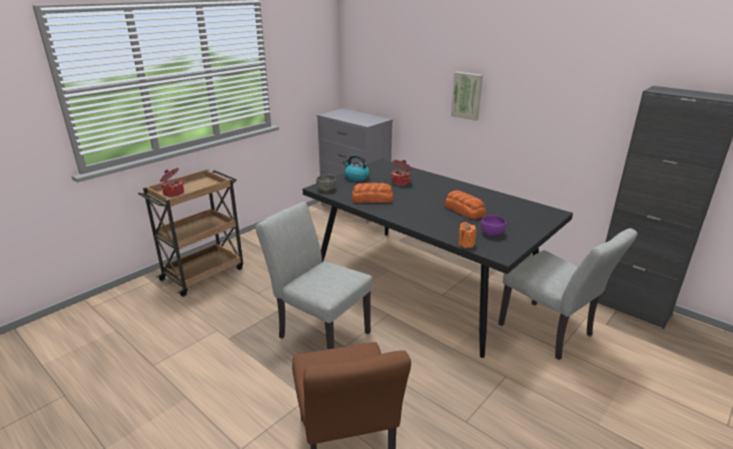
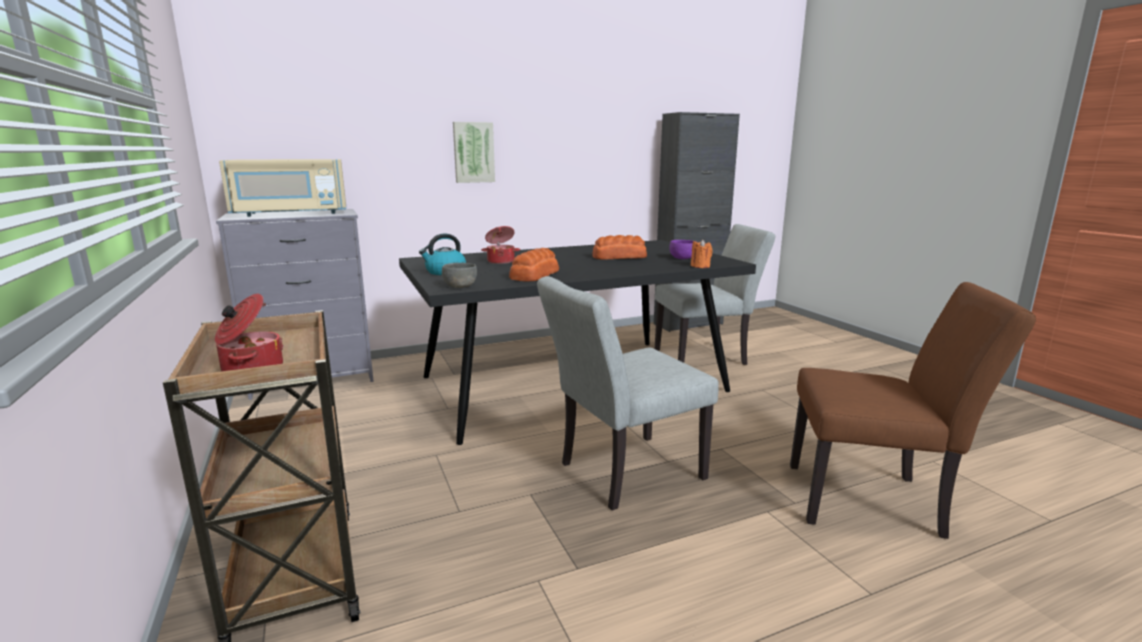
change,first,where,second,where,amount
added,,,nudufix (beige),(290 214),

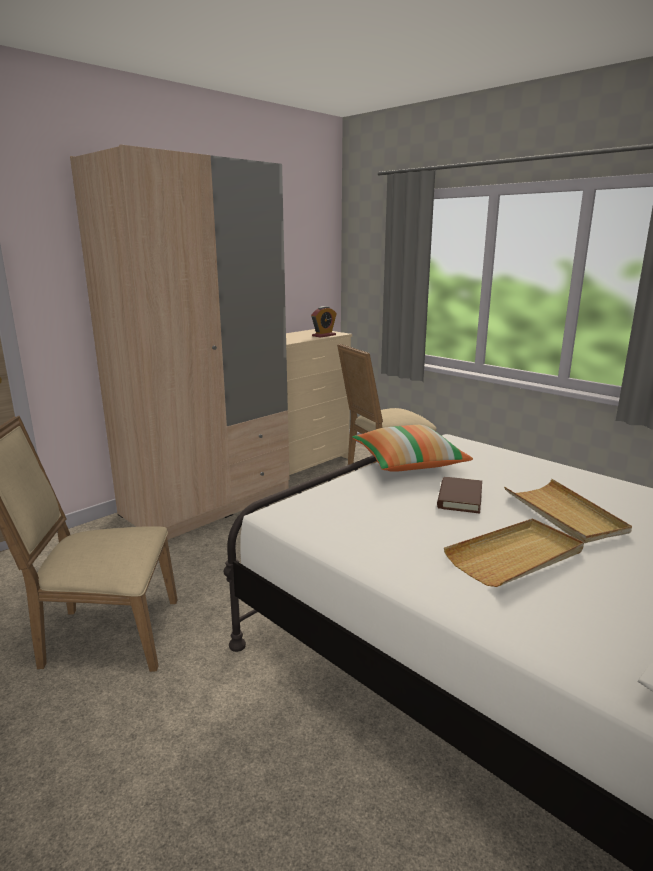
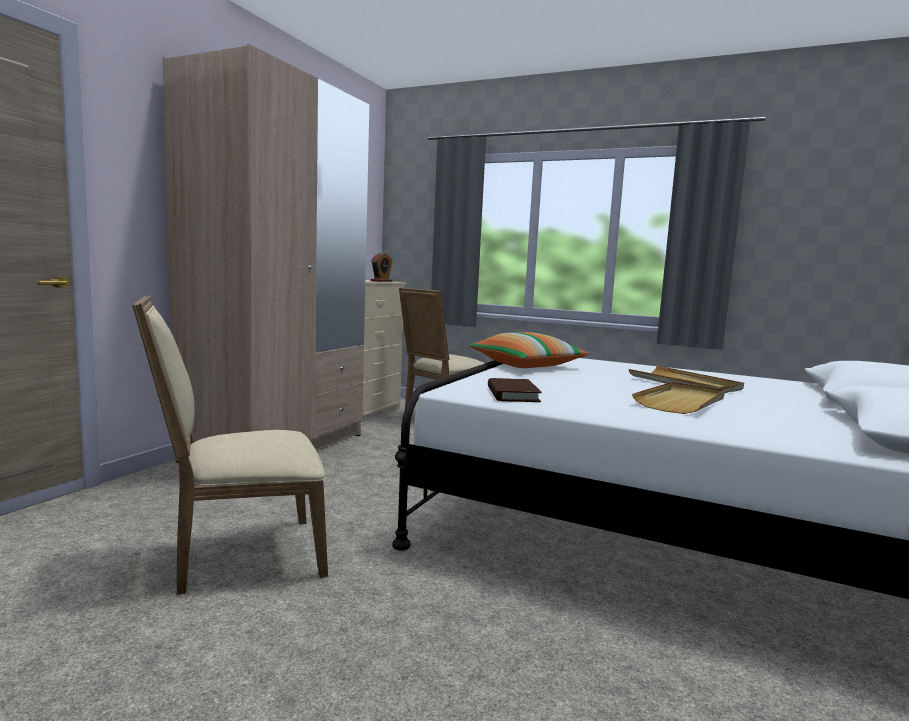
change,first,where,second,where,amount
moved,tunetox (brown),(459 498),,(512 394),

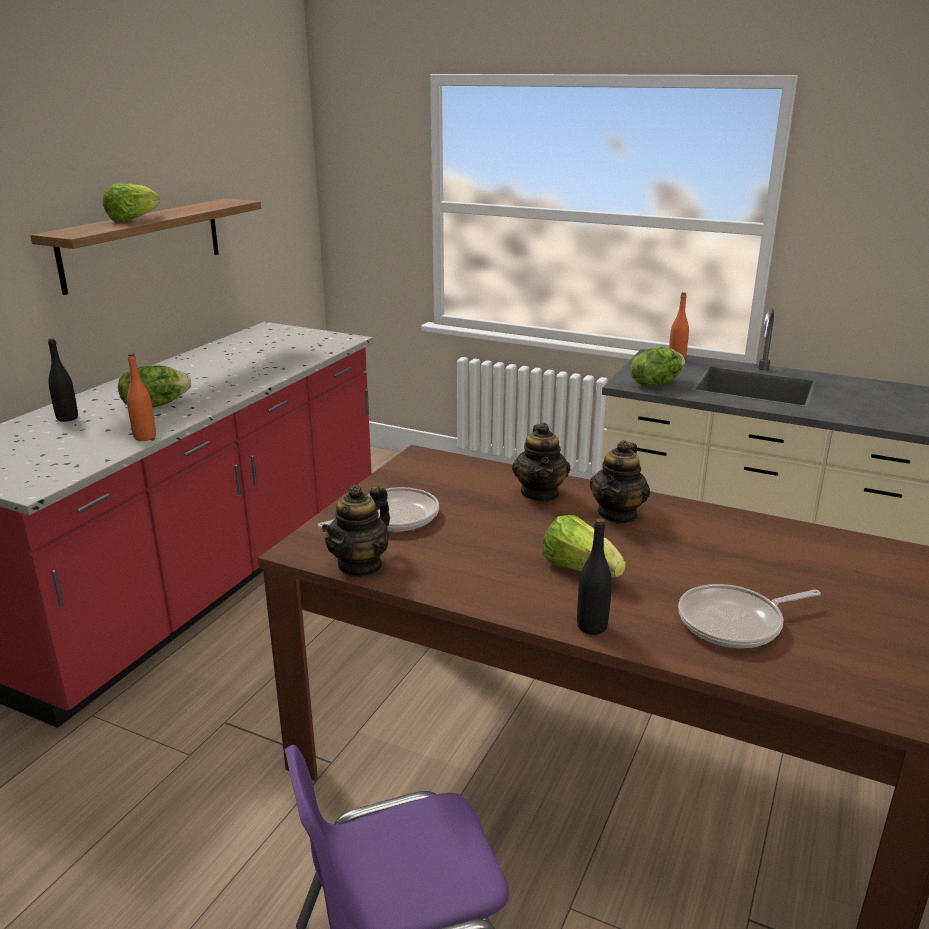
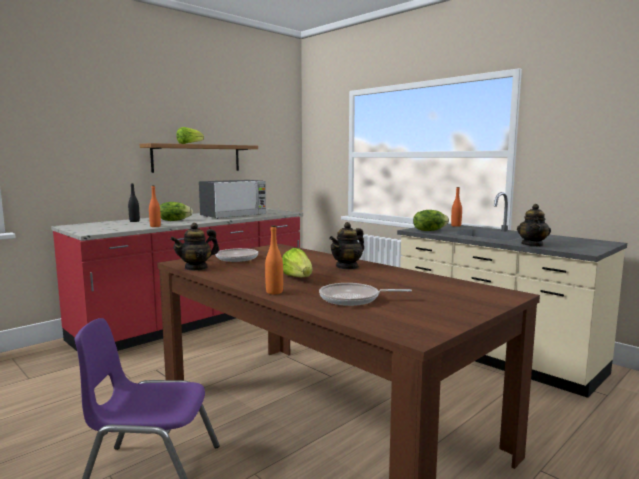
change,first,where,second,where,amount
added,,,nudufix,(234 215),
moved,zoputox,(540 493),,(532 245),
recoloured,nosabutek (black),(592 627),nosabutek (orange),(274 292),

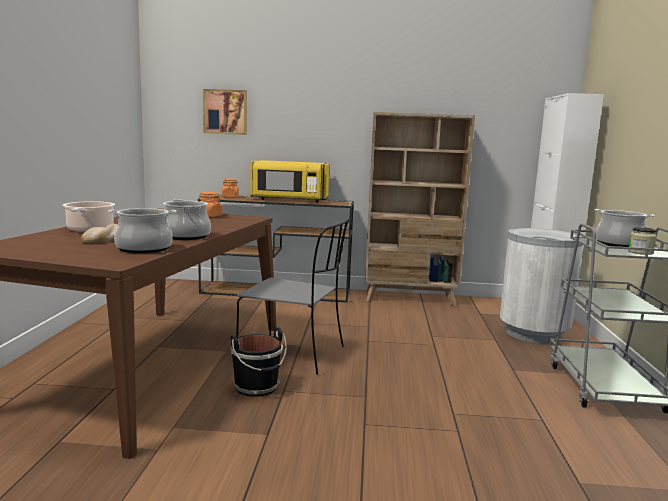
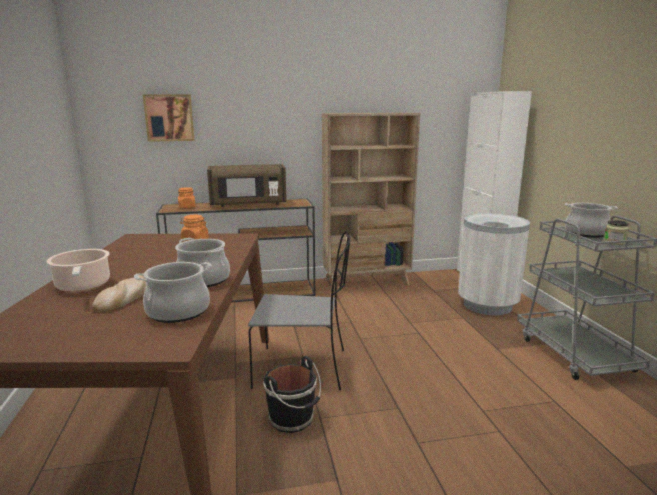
change,first,where,second,where,amount
recoloured,nudufix (yellow),(289 200),nudufix (brown),(248 204),

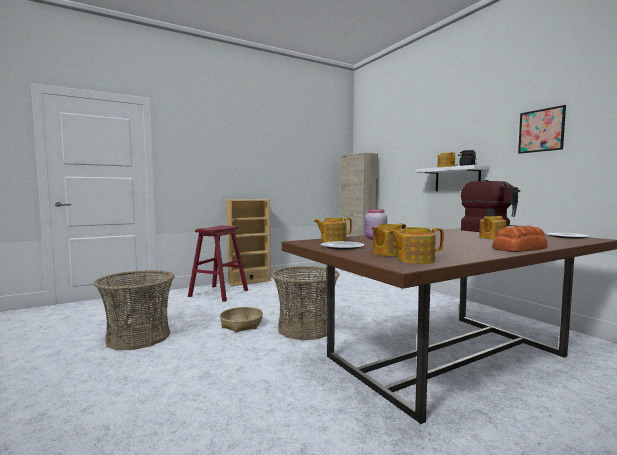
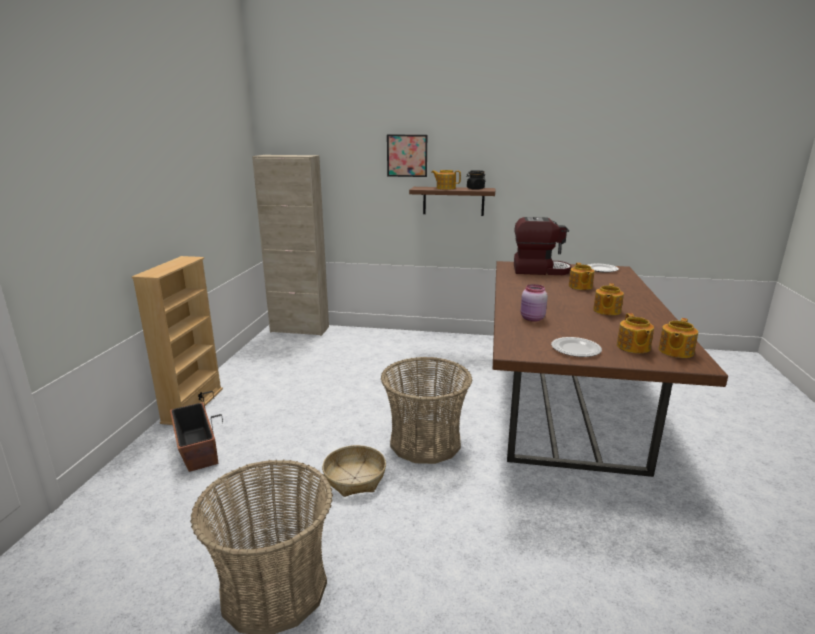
change,first,where,second,where,amount
removed,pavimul,(520 249),,,
moved,zoputox,(332 241),,(606 311),
moved,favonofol,(541 130),,(407 155),
replaced,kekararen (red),(218 293),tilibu,(197 449),
recoloured,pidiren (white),(457 179),pidiren (brown),(453 201),

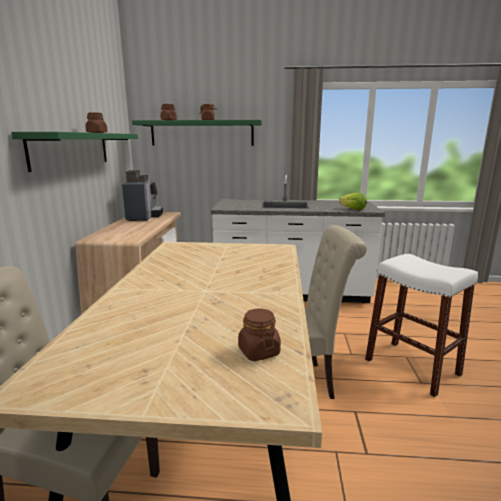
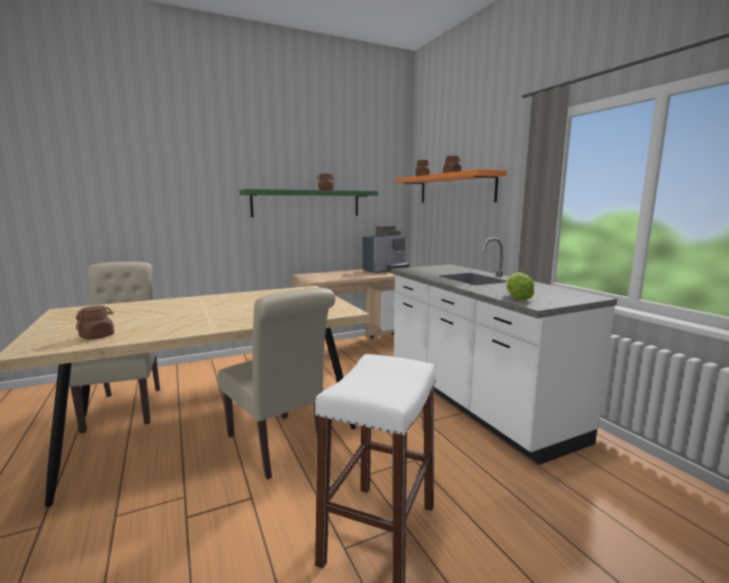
change,first,where,second,where,amount
recoloured,pidiren (green),(202 133),pidiren (orange),(455 189),

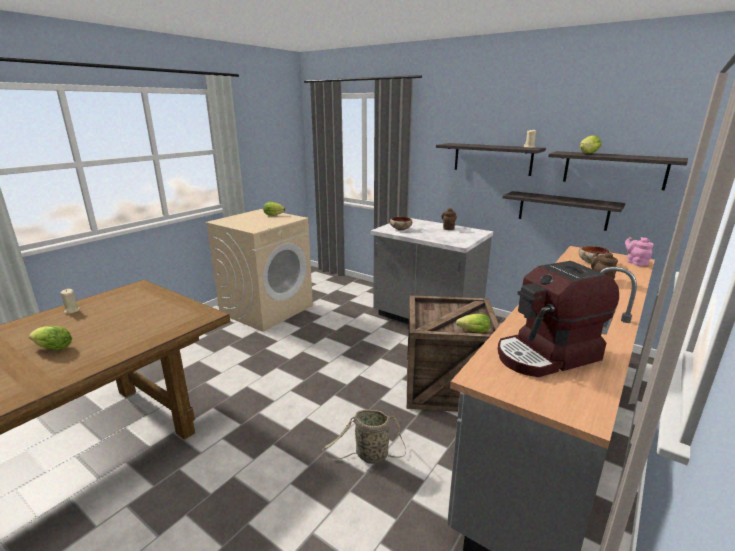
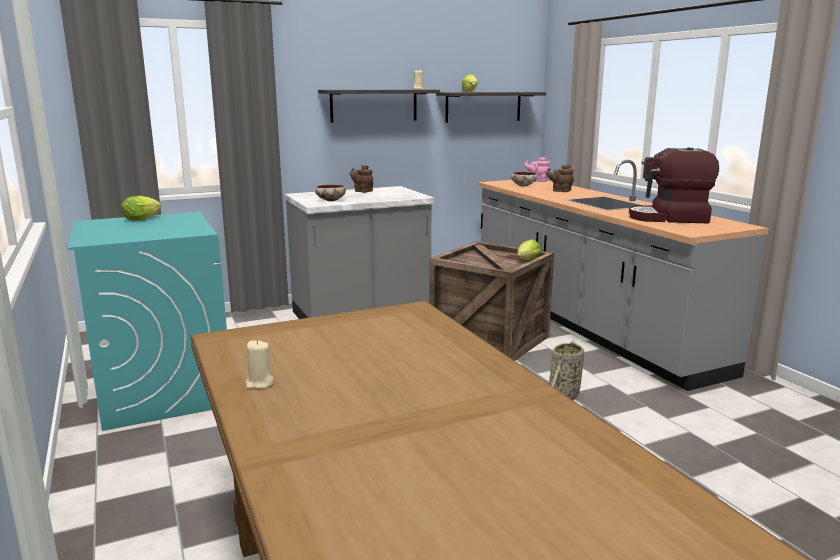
change,first,where,second,where,amount
removed,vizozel,(51 348),,,
removed,pidiren,(562 210),,,
recoloured,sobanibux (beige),(267 309),sobanibux (turquoise),(164 391),
turned,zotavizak,(547 355),,(669 218),90 degrees clockwise

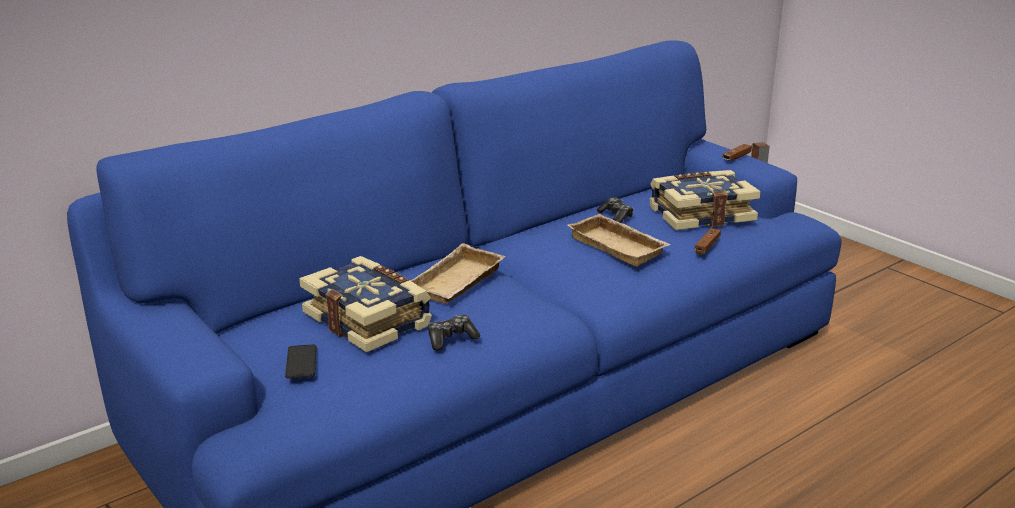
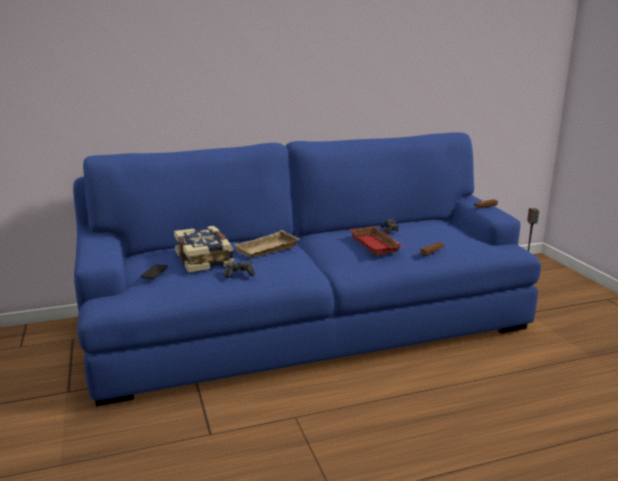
change,first,where,second,where,amount
removed,tunetox,(700 214),,,
recoloured,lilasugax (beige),(620 246),lilasugax (red),(377 244),

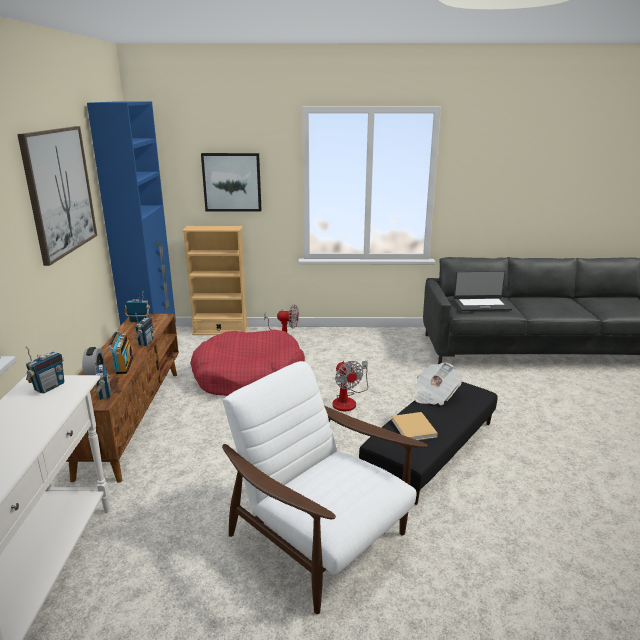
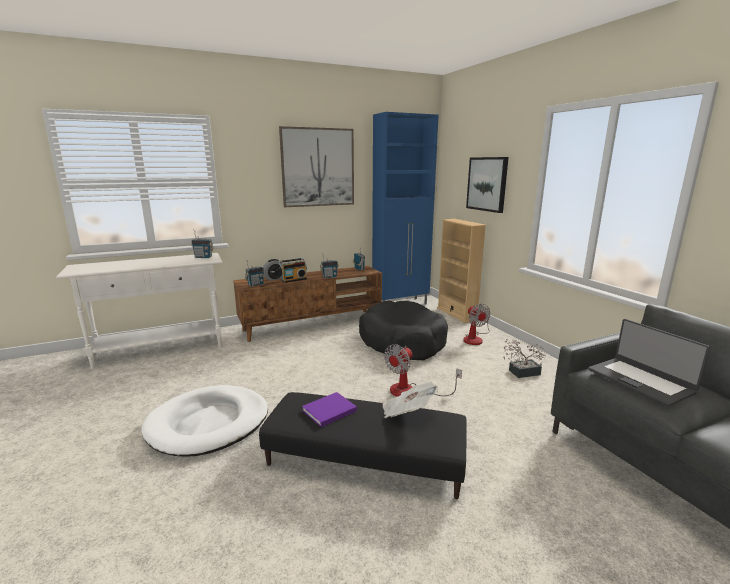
change,first,where,second,where,amount
added,,,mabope,(521 372),
replaced,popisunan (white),(320 539),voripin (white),(209 423),
recoloured,voripin (red),(249 376),voripin (black),(402 341),
recoloured,tunetox (beige),(414 429),tunetox (purple),(328 411),

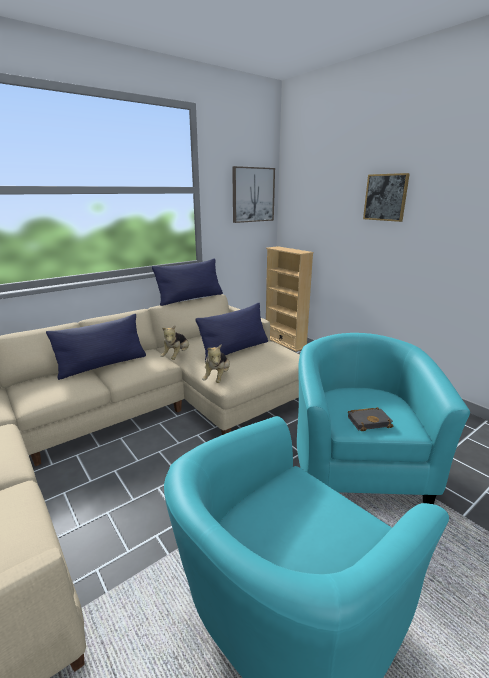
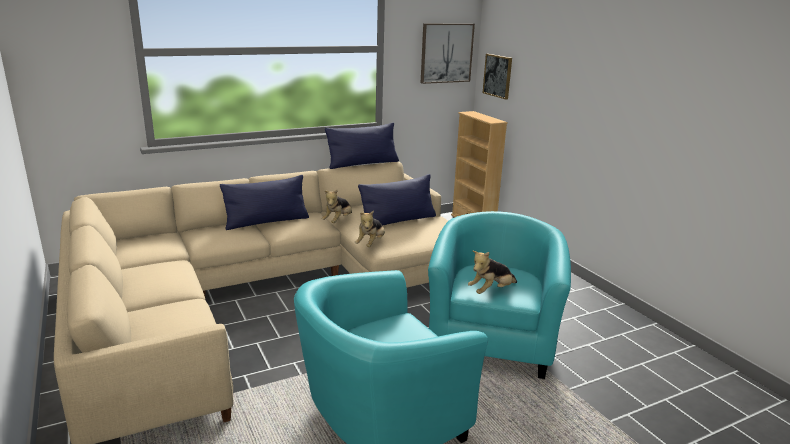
change,first,where,second,where,amount
moved,favonofol,(385 197),,(497 76),
replaced,tunetox (black),(369 421),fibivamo,(491 291),

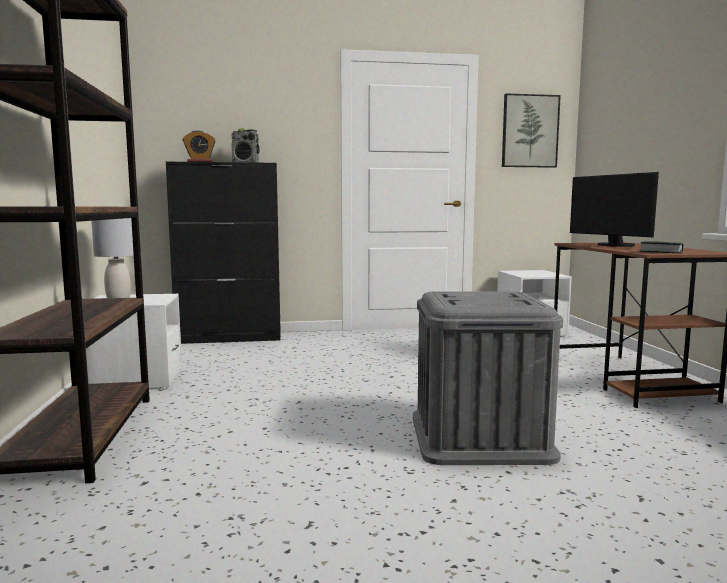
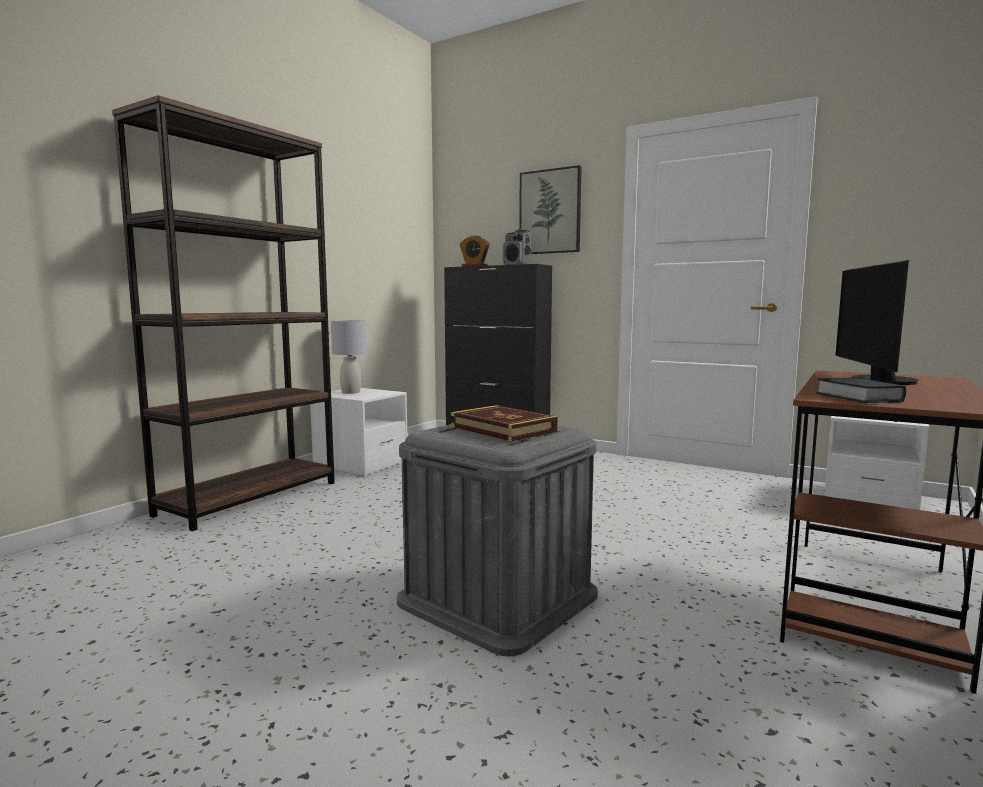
change,first,where,second,where,amount
added,,,tunetox,(503 429),
moved,favonofol,(529 131),,(550 212),

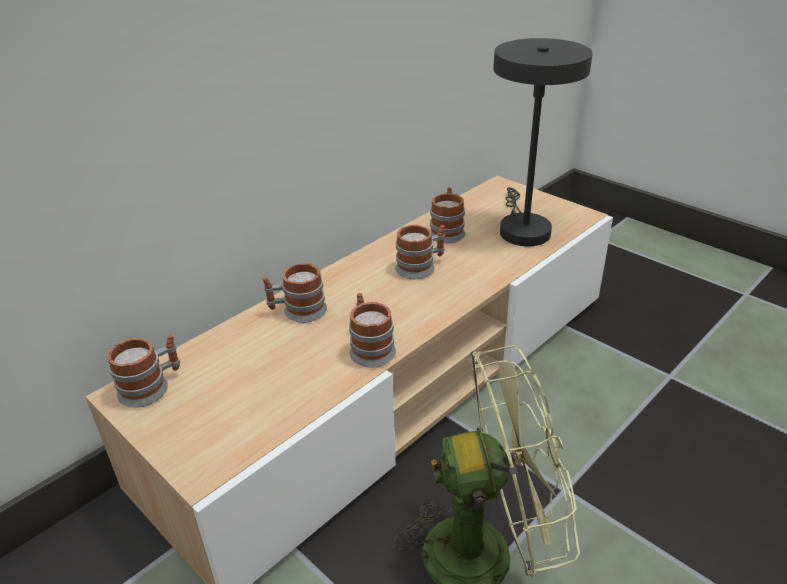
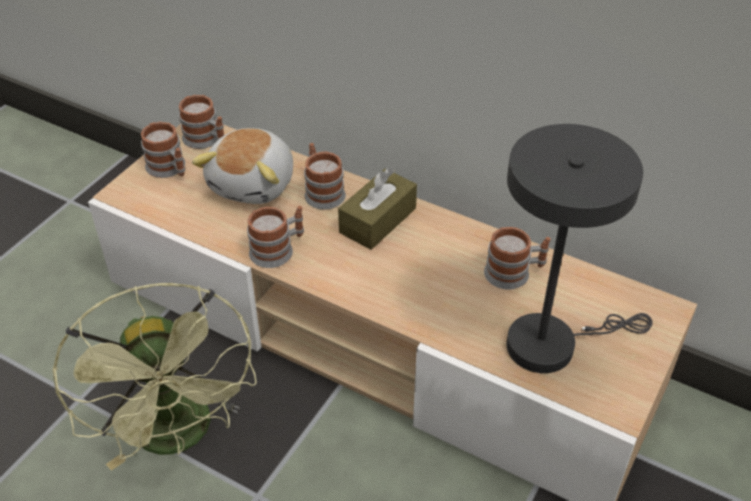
change,first,where,second,where,amount
added,,,fibivamo,(254 184),
added,,,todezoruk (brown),(378 220),
moved,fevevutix,(421 267),,(169 169),

